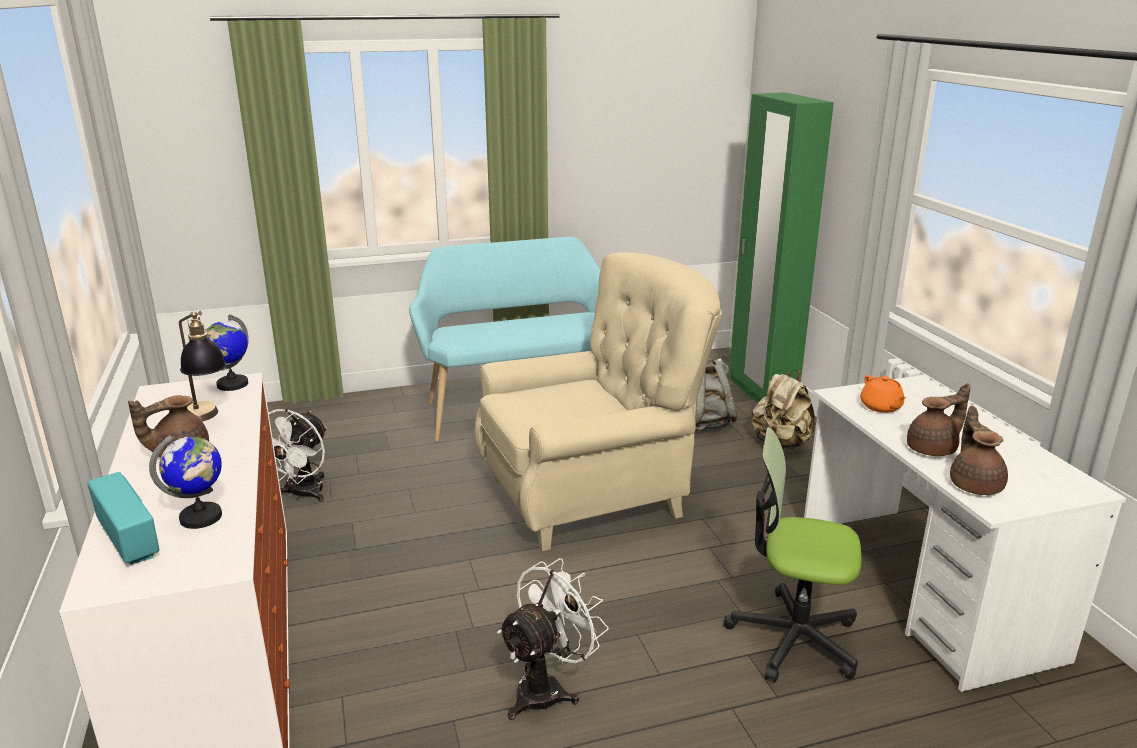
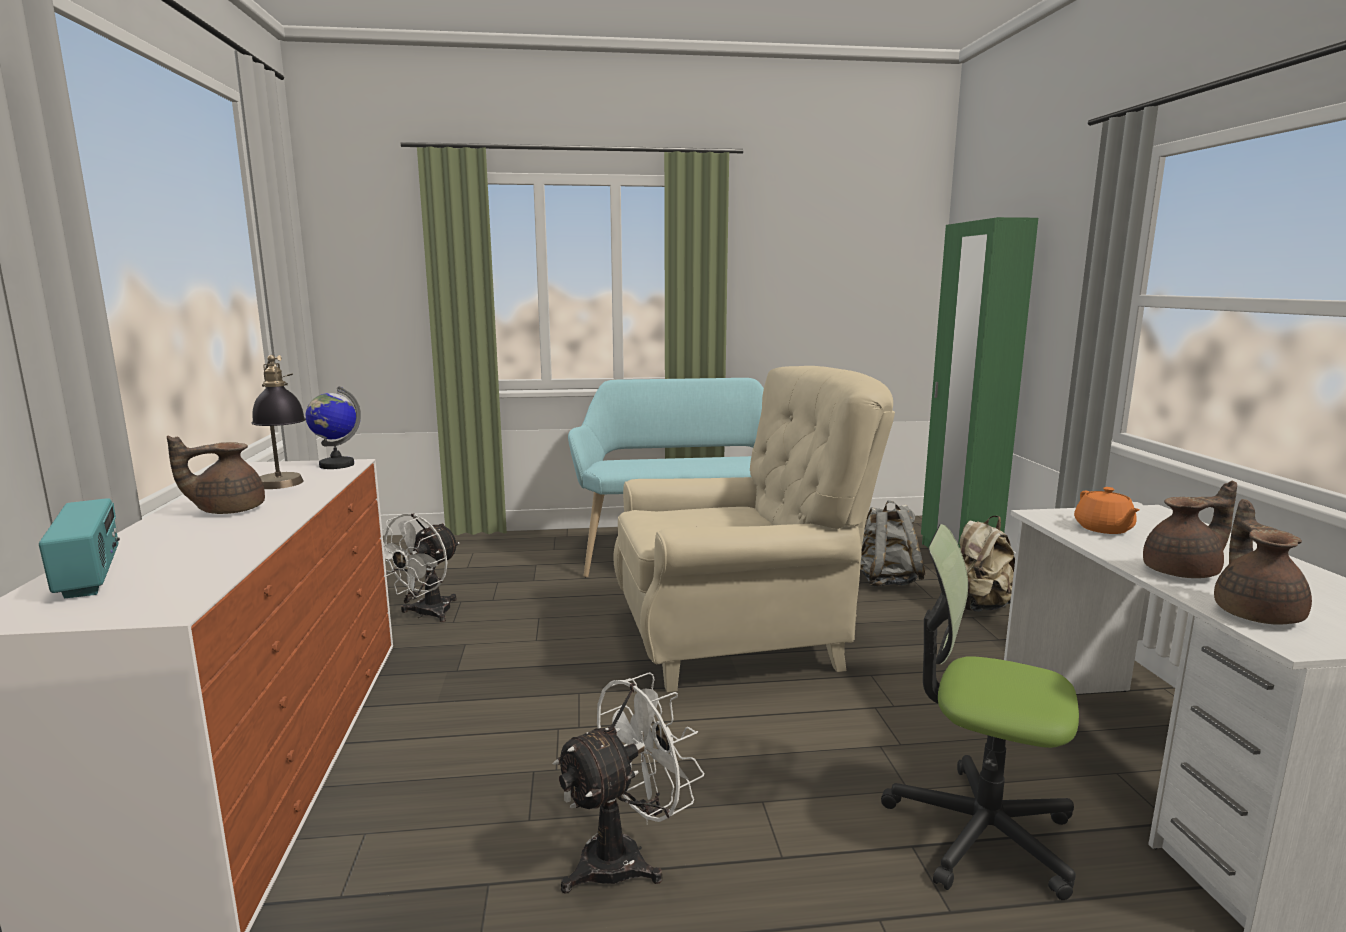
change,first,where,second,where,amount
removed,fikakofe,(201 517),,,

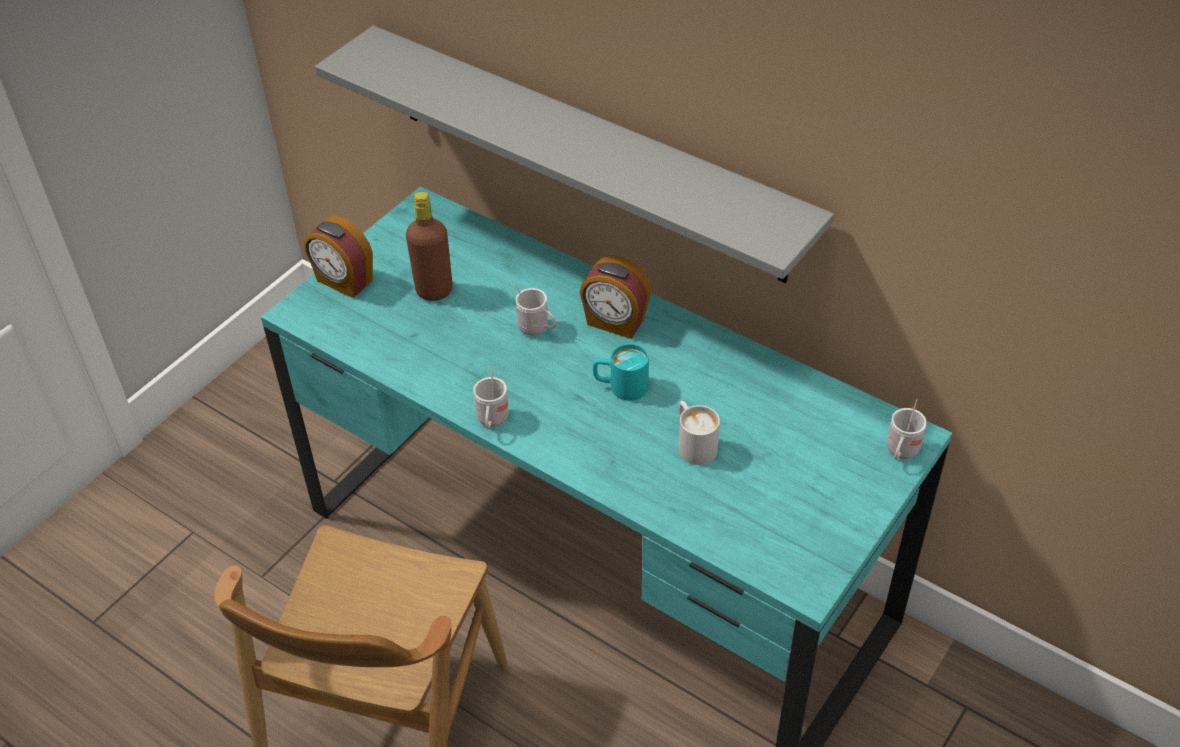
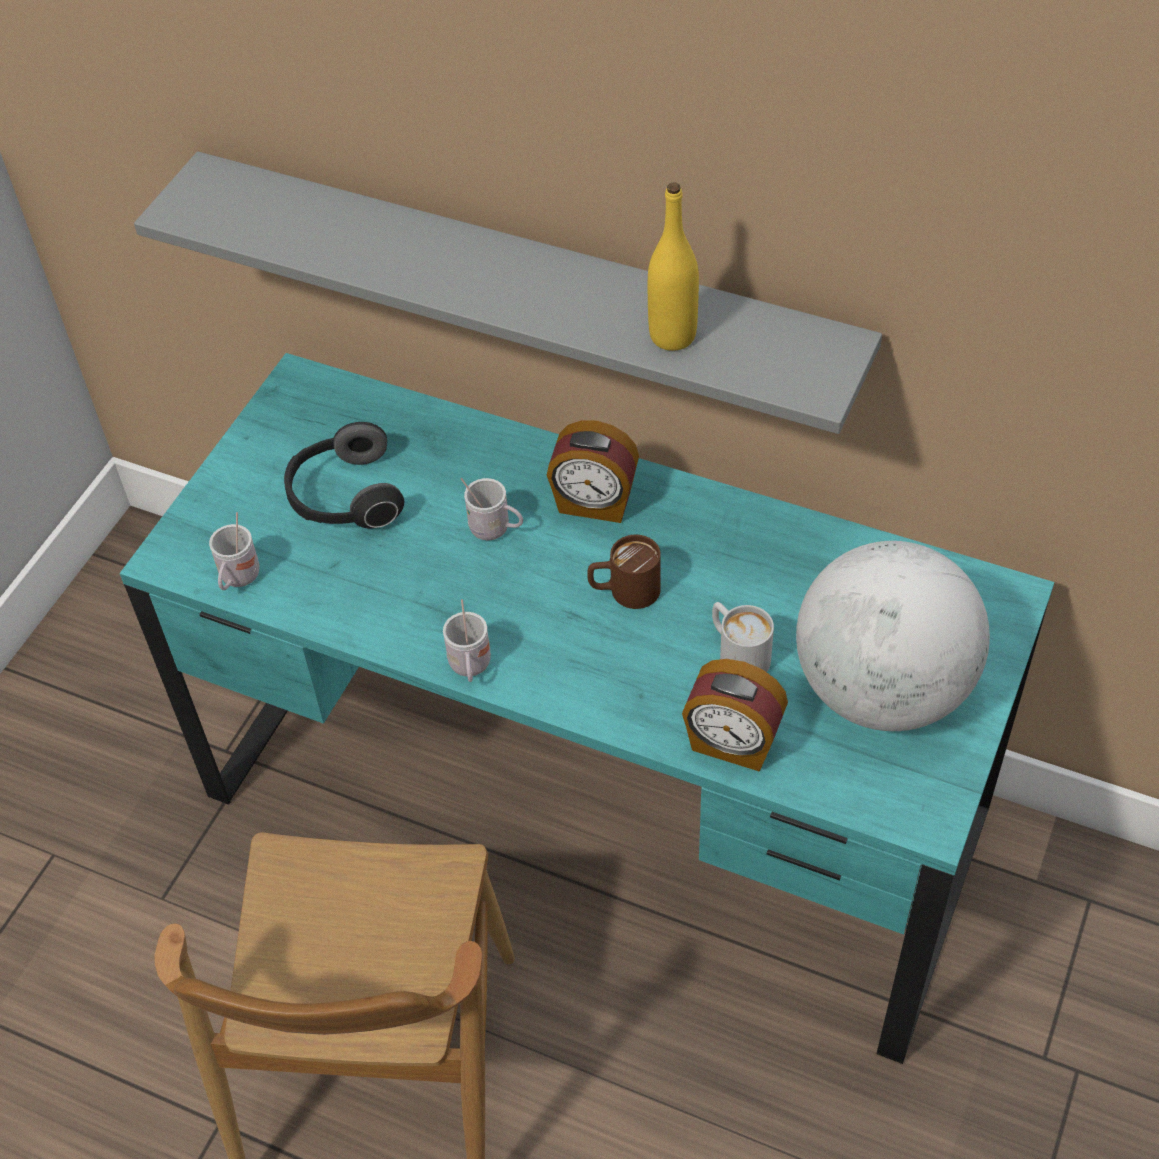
change,first,where,second,where,amount
added,,,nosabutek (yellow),(672 336),
added,,,fikakofe,(882 689),
moved,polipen,(343 281),,(732 744),
moved,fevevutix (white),(900 453),,(238 580),
replaced,nosabutek (brown),(434 290),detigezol,(344 498),
recoloured,fevevutix (turquoise),(620 387),fevevutix (brown),(624 591),

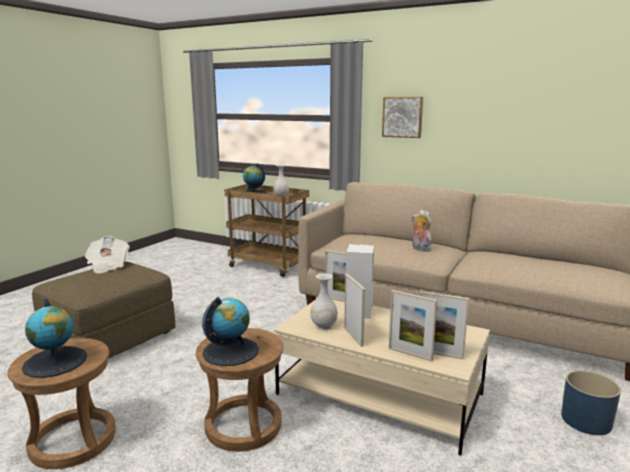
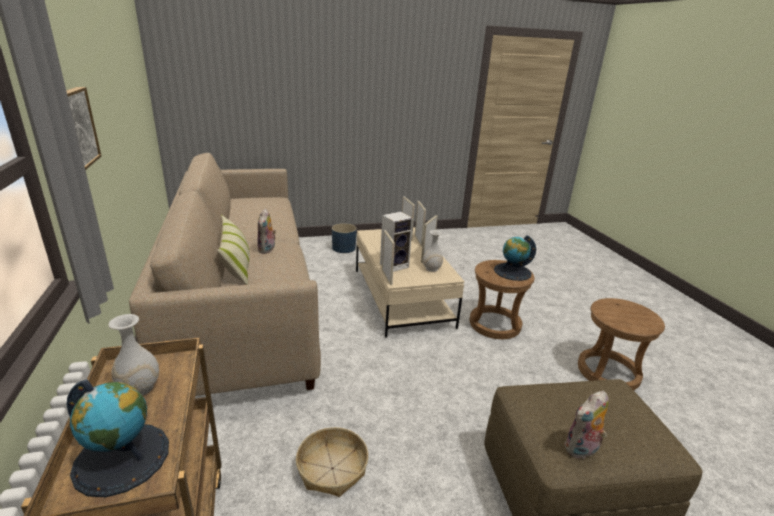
change,first,where,second,where,amount
removed,fikakofe,(55 362),,,
added,,,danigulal,(236 265),
added,,,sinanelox,(332 469),
replaced,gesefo,(108 266),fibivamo,(581 450),

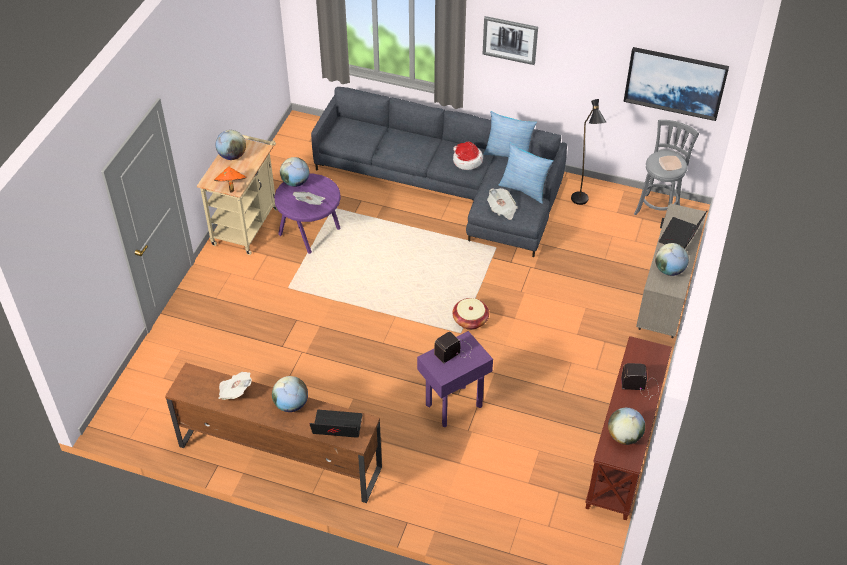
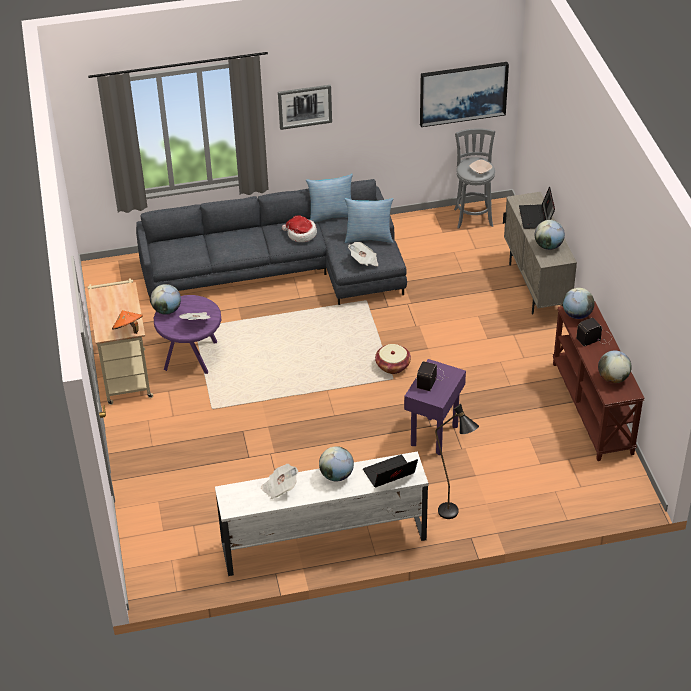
change,first,where,second,where,amount
moved,fikakofe,(232 156),,(577 315),
moved,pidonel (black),(581 203),,(453 515),
recoloured,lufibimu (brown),(279 456),lufibimu (white),(323 541),

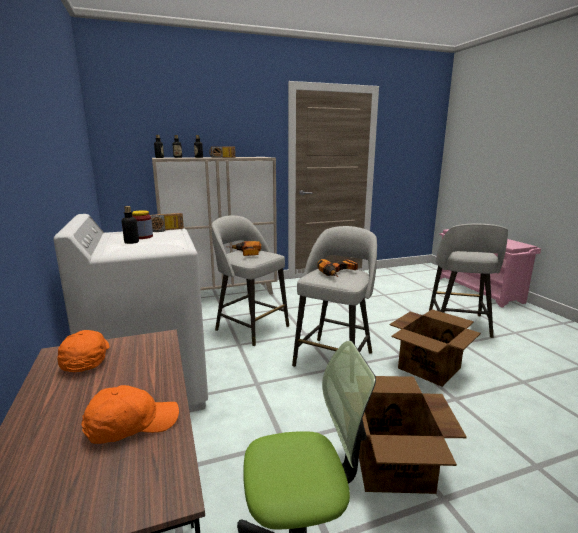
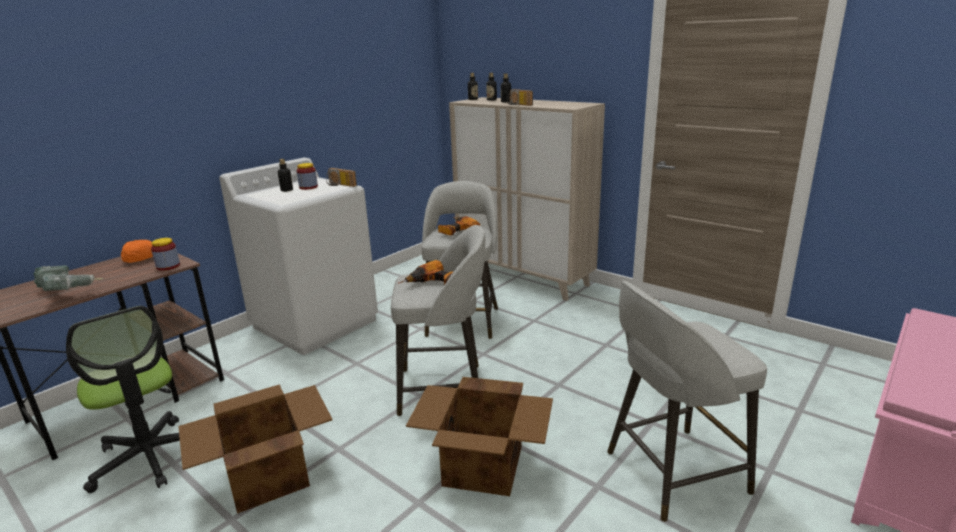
change,first,where,second,where,amount
added,,,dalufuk,(168 266),
replaced,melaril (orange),(131 425),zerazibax,(70 291),

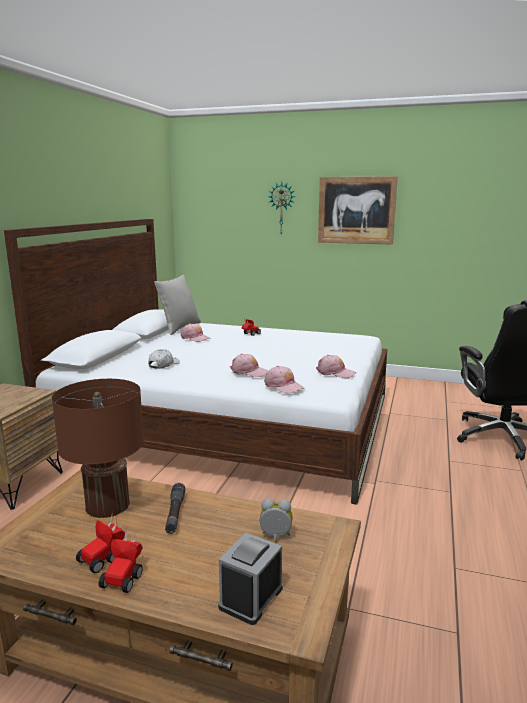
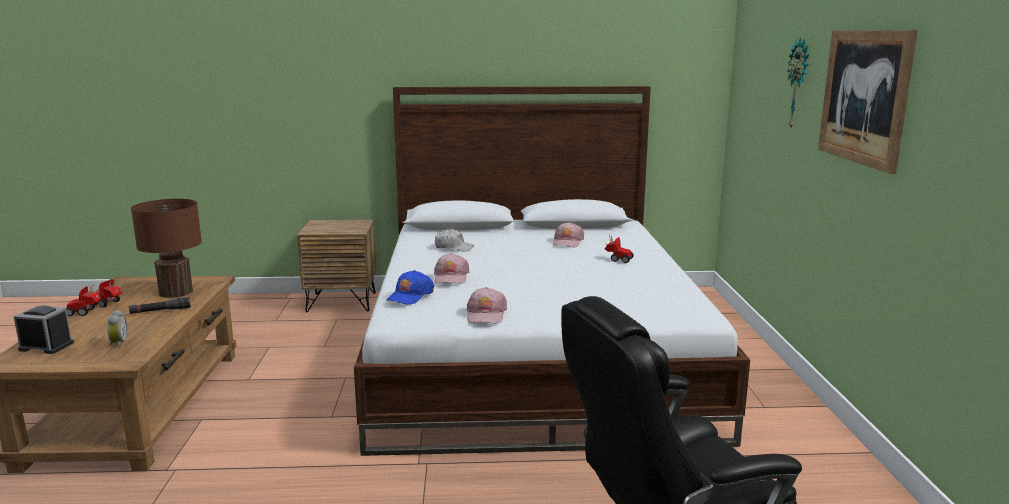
change,first,where,second,where,amount
removed,danigulal (grey),(179 328),,,
recoloured,melaril (pink),(283 386),melaril (blue),(410 296),

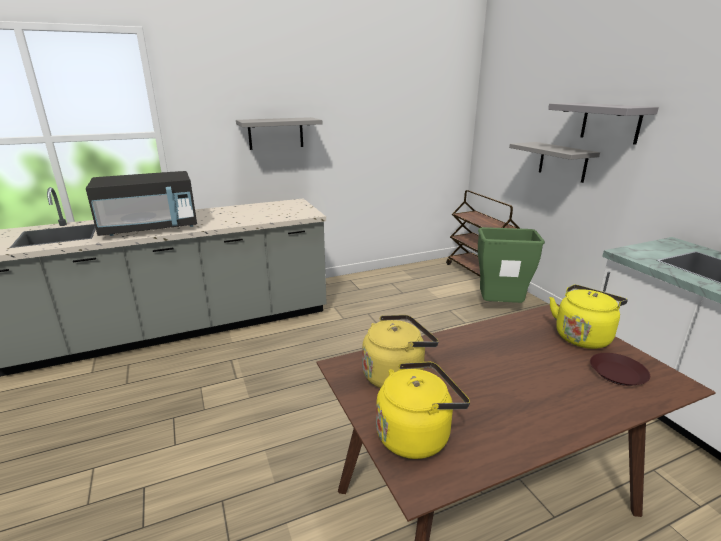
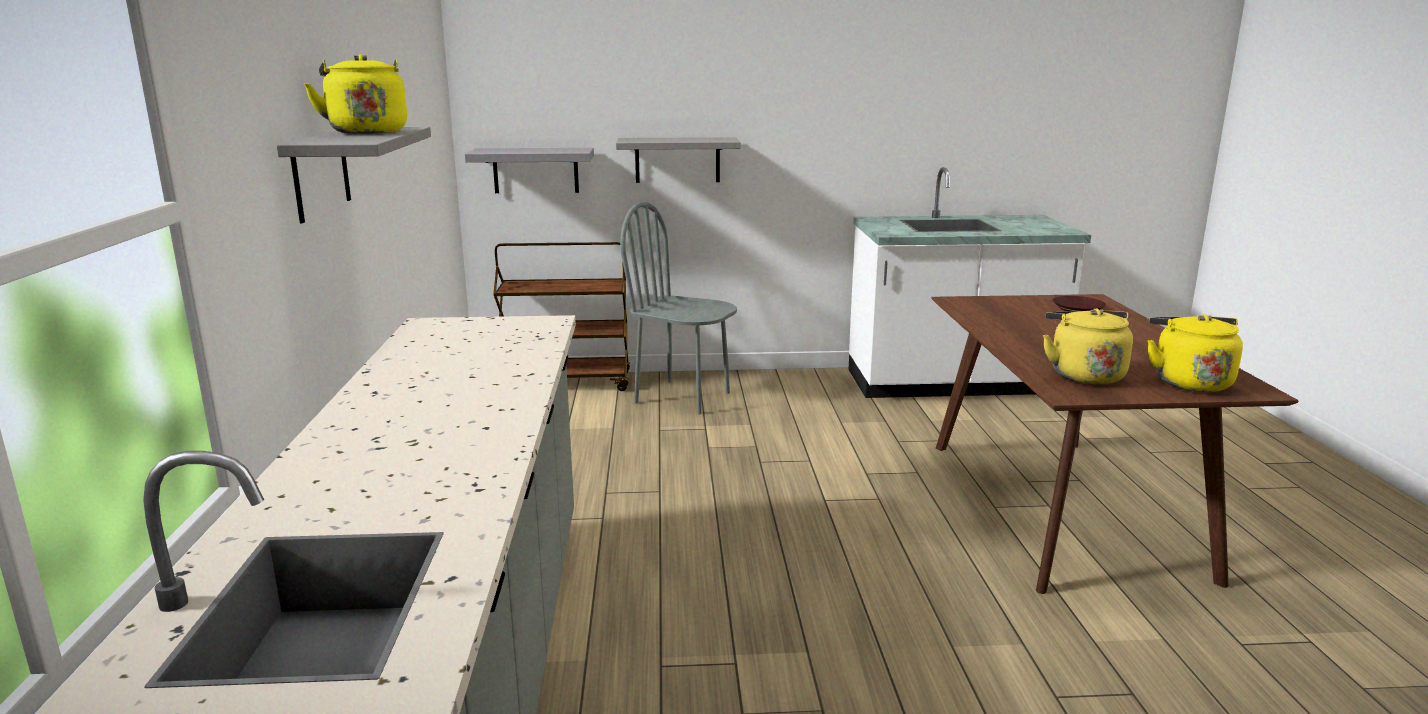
change,first,where,second,where,amount
removed,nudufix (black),(150 228),,,
moved,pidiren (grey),(610 122),,(535 170),
moved,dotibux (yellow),(583 336),,(367 132),
replaced,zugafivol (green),(500 307),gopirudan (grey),(683 397),

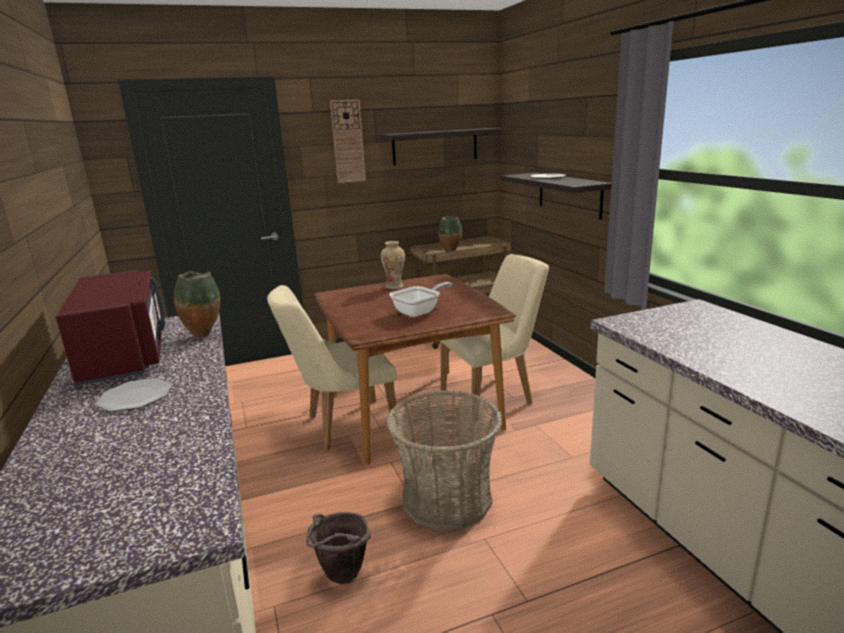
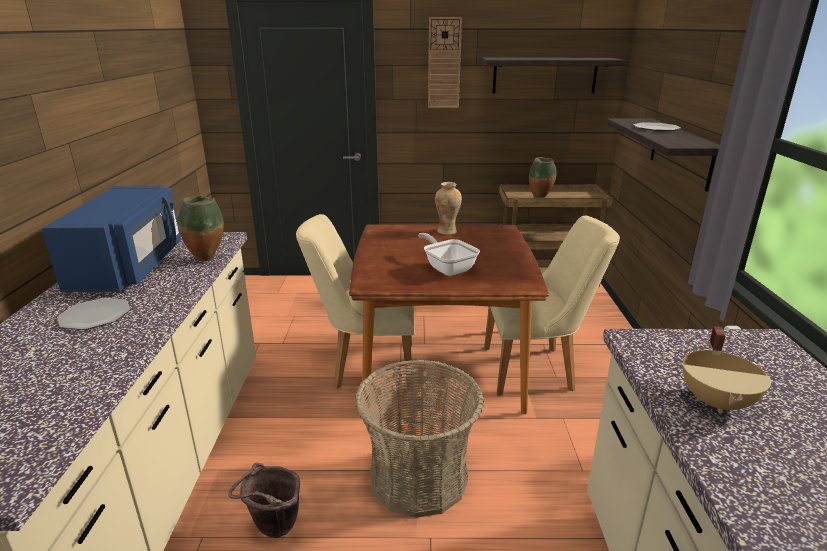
change,first,where,second,where,amount
added,,,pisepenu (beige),(717 402),
recoloured,nudufix (red),(125 355),nudufix (blue),(130 267),
turned,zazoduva,(420 312),,(447 268),105 degrees counterclockwise

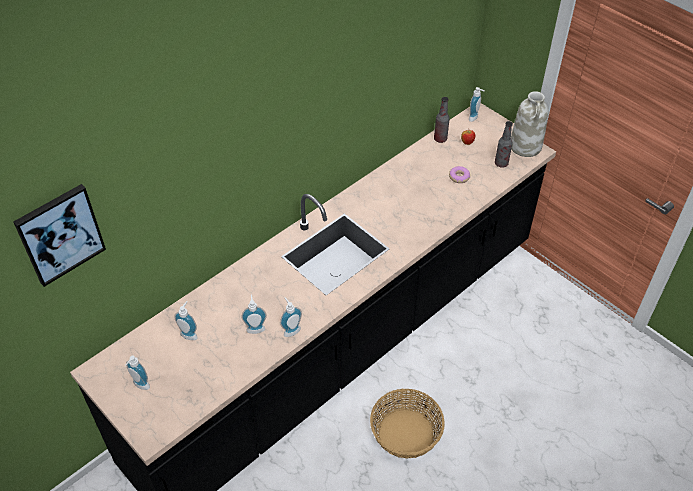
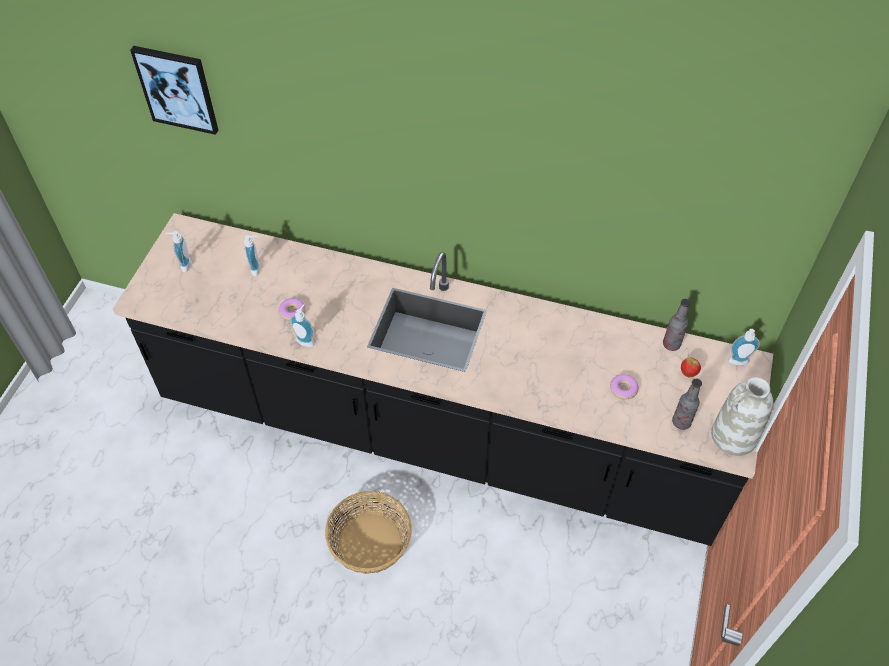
change,first,where,second,where,amount
replaced,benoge,(255 328),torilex,(292 312),

